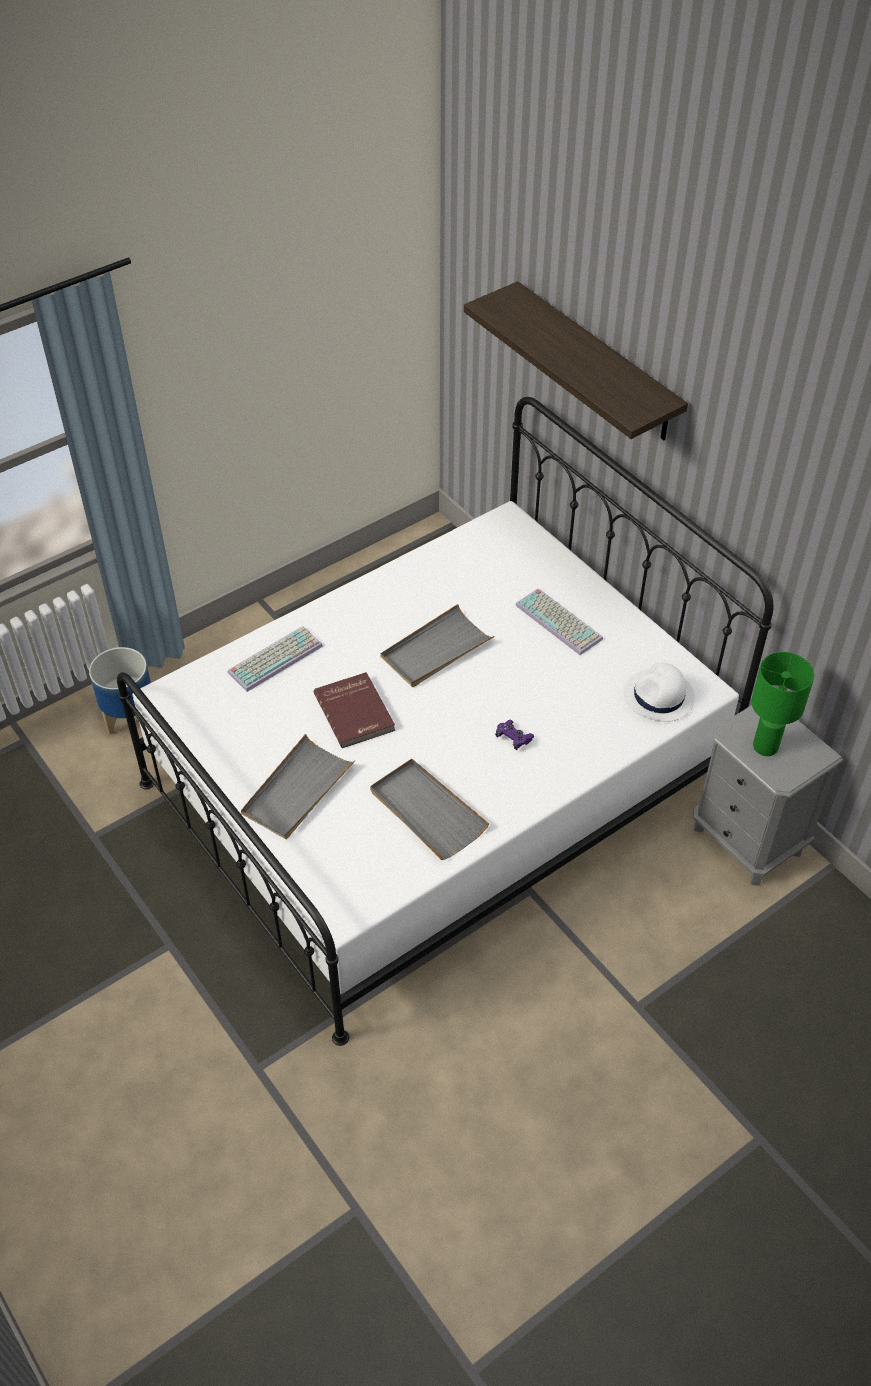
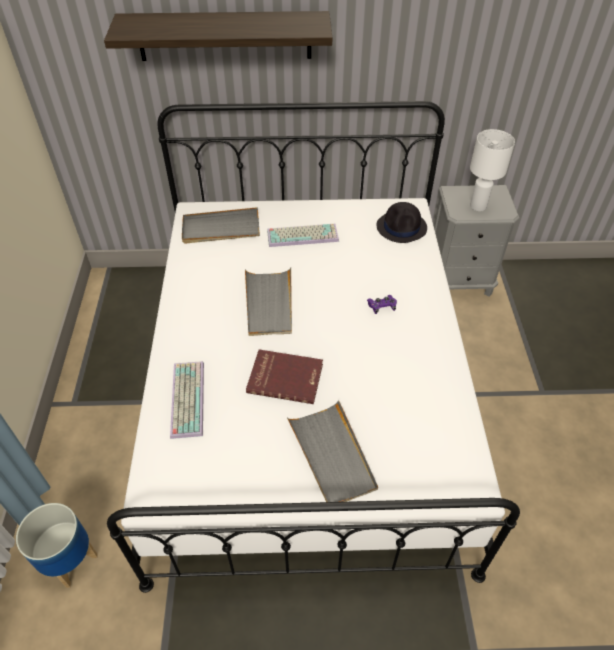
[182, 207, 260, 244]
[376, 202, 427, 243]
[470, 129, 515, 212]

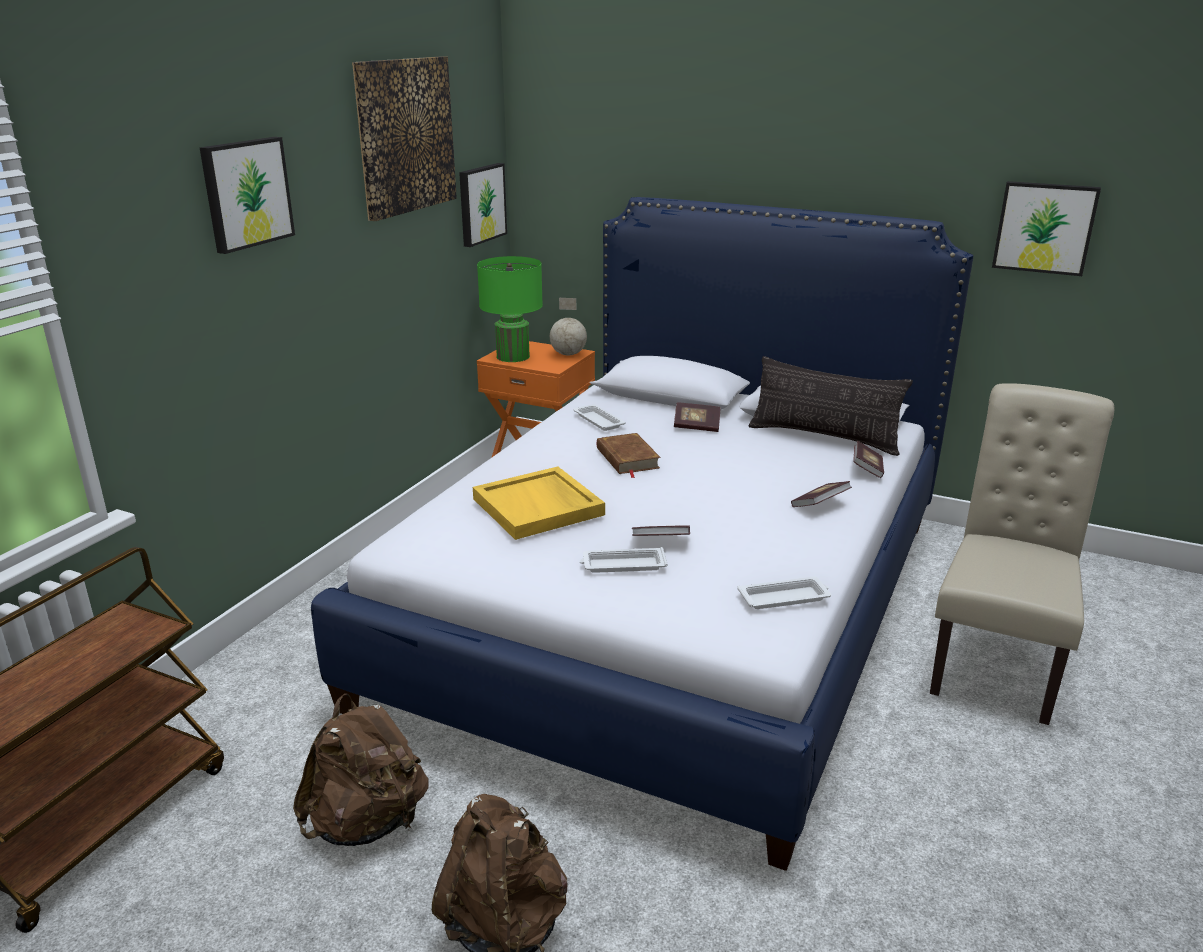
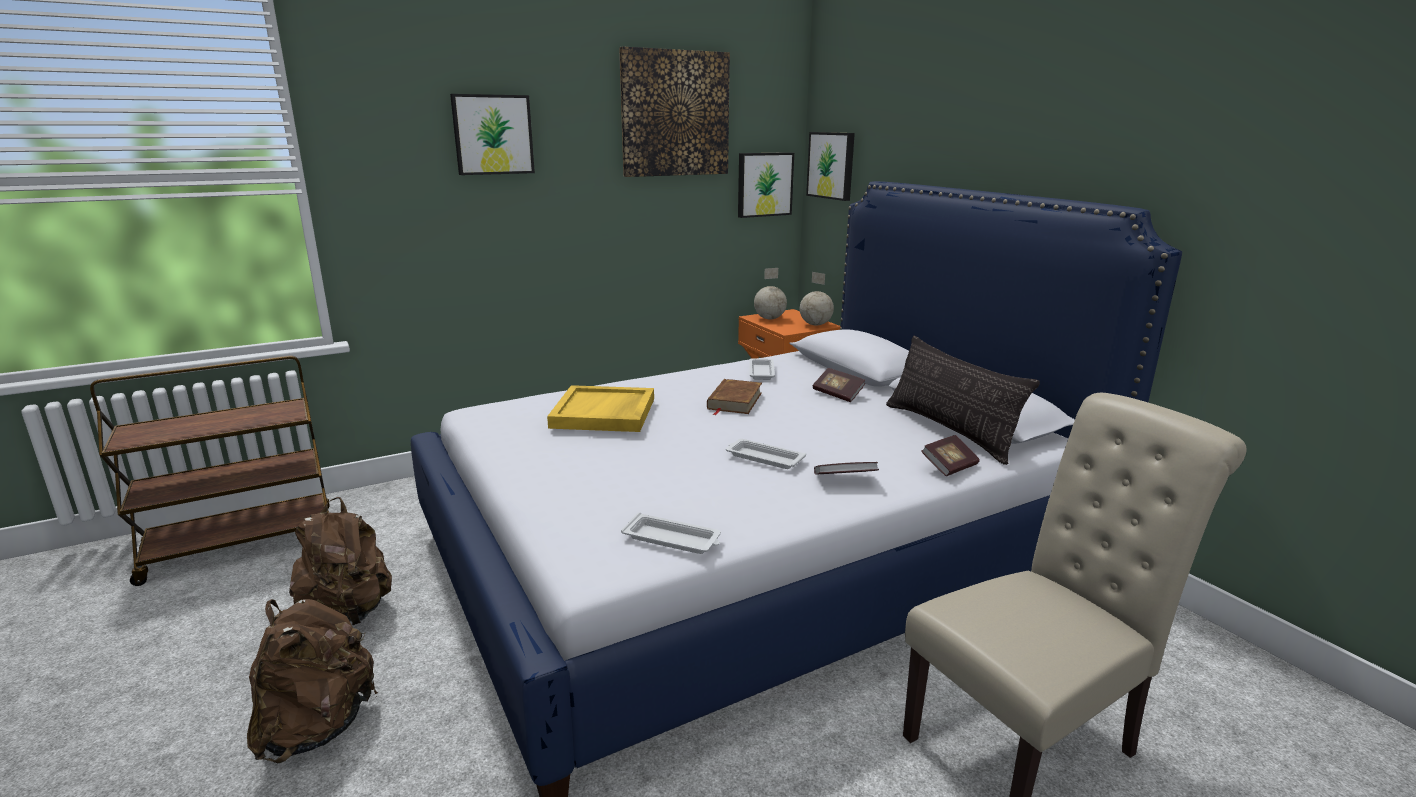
[754, 268, 787, 319]
[726, 439, 806, 469]
[632, 525, 690, 536] (first image)
[806, 132, 855, 201]

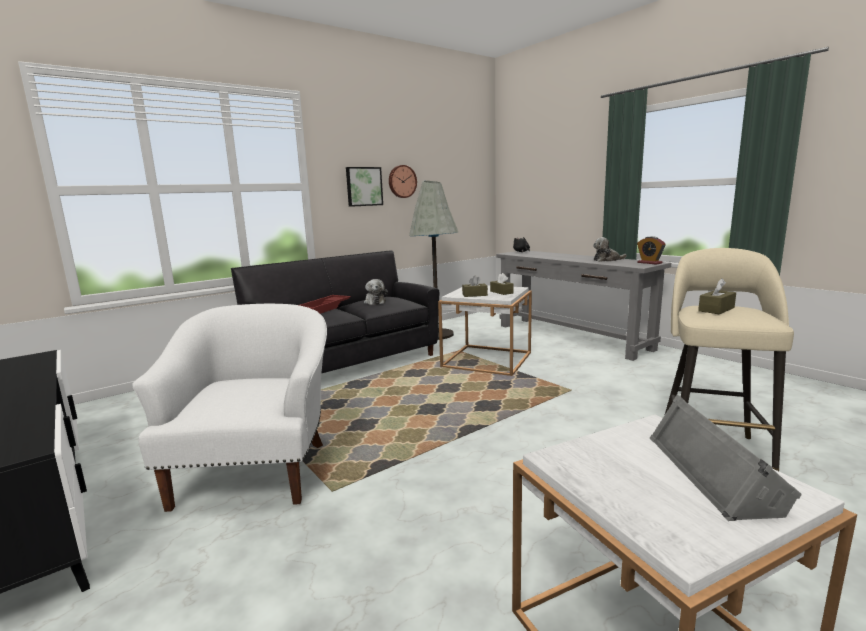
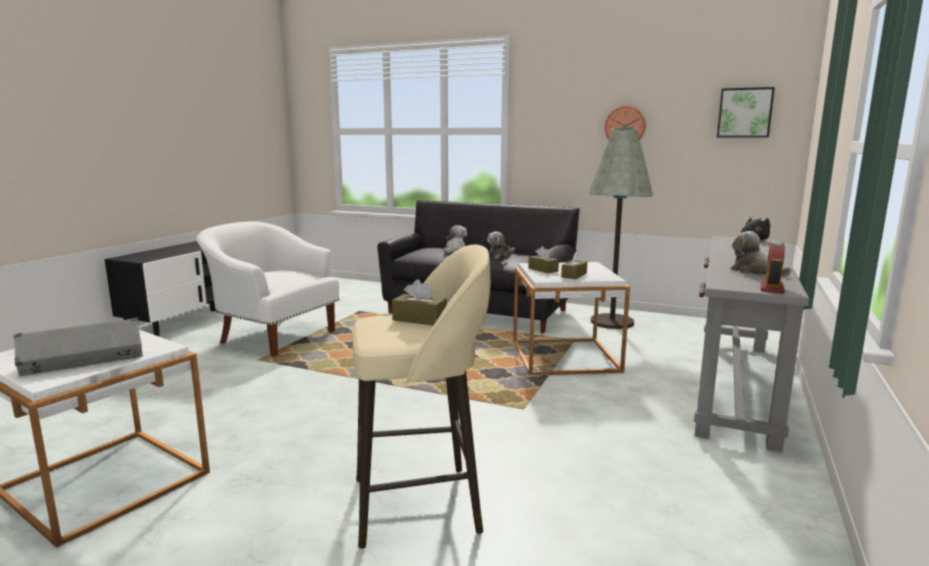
[197, 222, 339, 356]
[444, 225, 467, 253]
[717, 87, 775, 137]

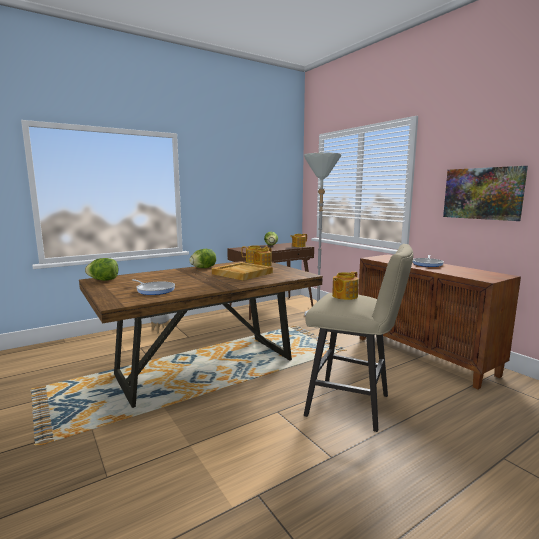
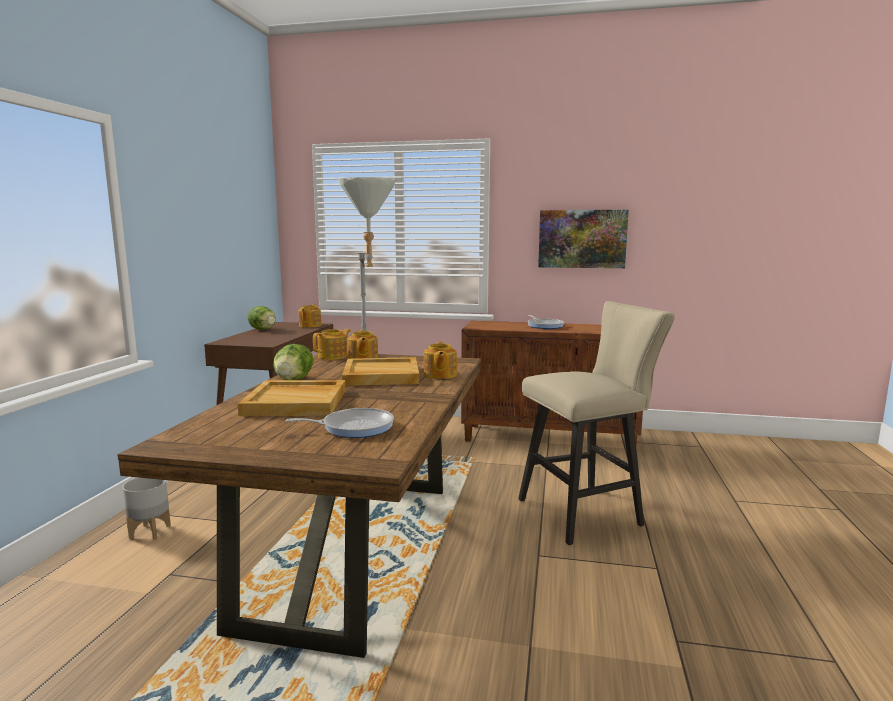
[85, 258, 118, 281] (first image)
[424, 341, 457, 379]
[238, 380, 346, 416]

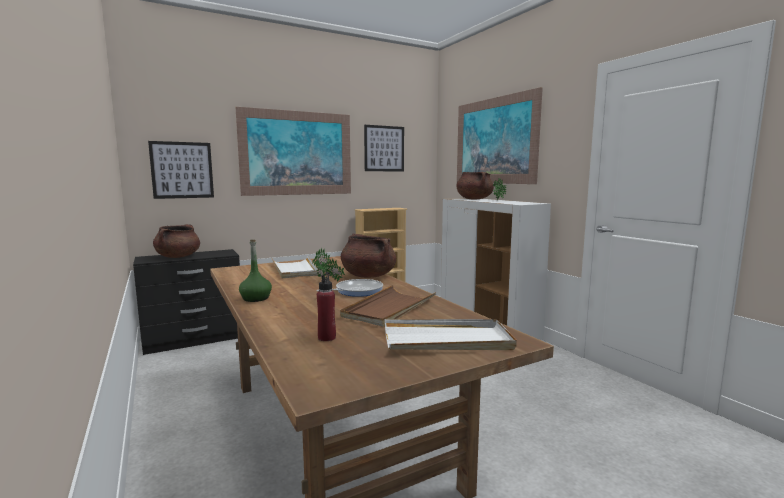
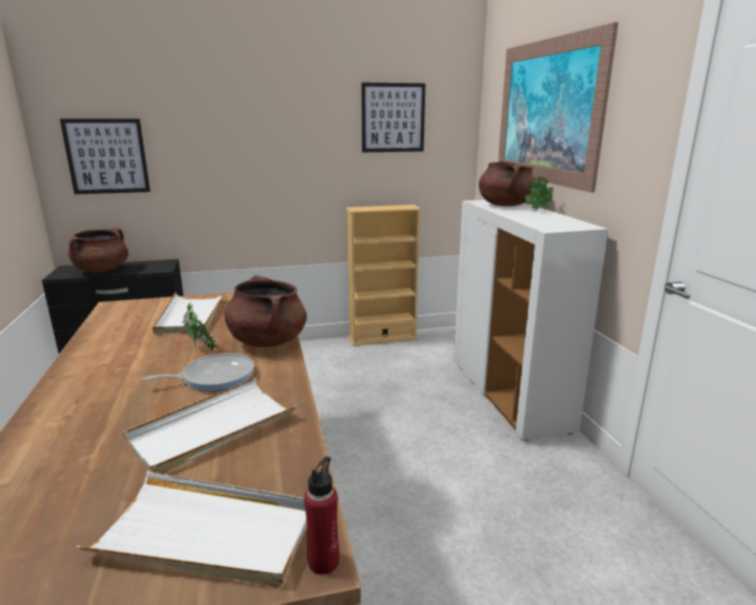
[235, 107, 351, 196] (first image)
[239, 240, 272, 302] (first image)
[304, 457, 339, 575]
[122, 378, 297, 474]

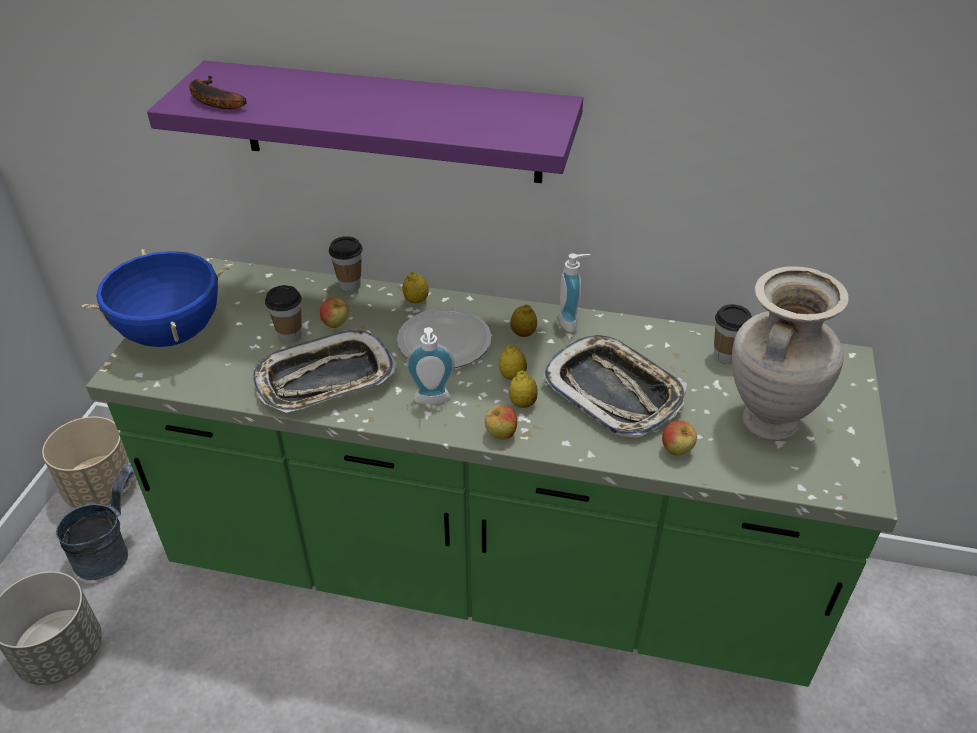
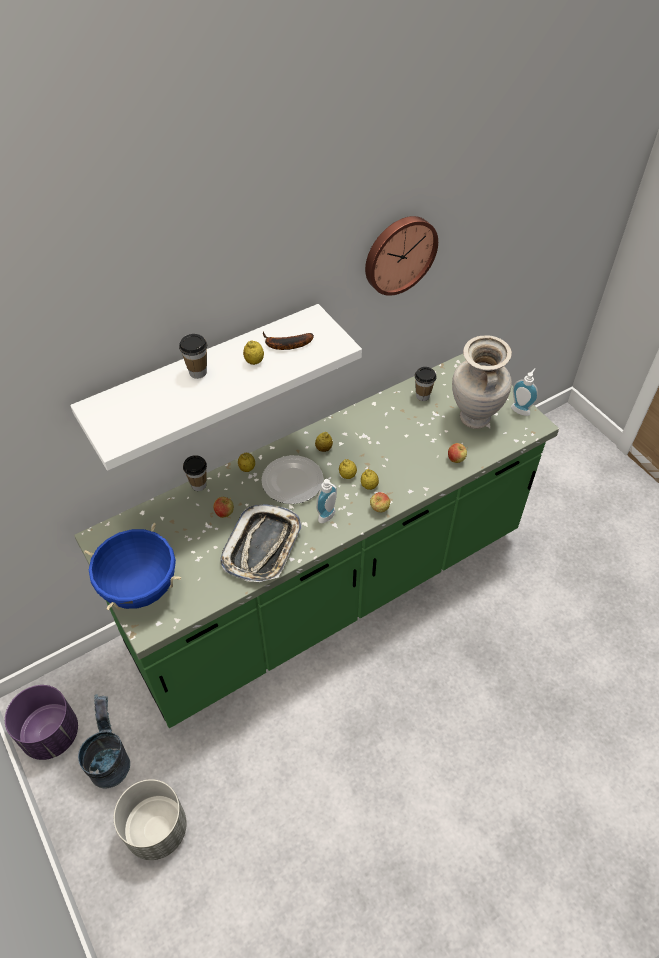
[5, 685, 78, 760]
[70, 304, 362, 471]
[263, 332, 314, 350]
[179, 334, 207, 379]
[542, 335, 687, 438] (first image)
[511, 368, 538, 416]
[243, 341, 264, 365]
[365, 216, 438, 296]

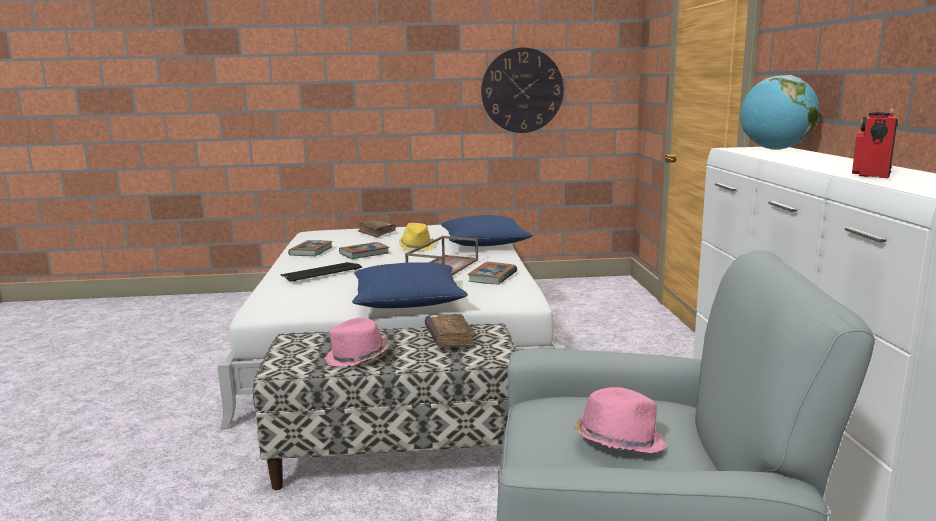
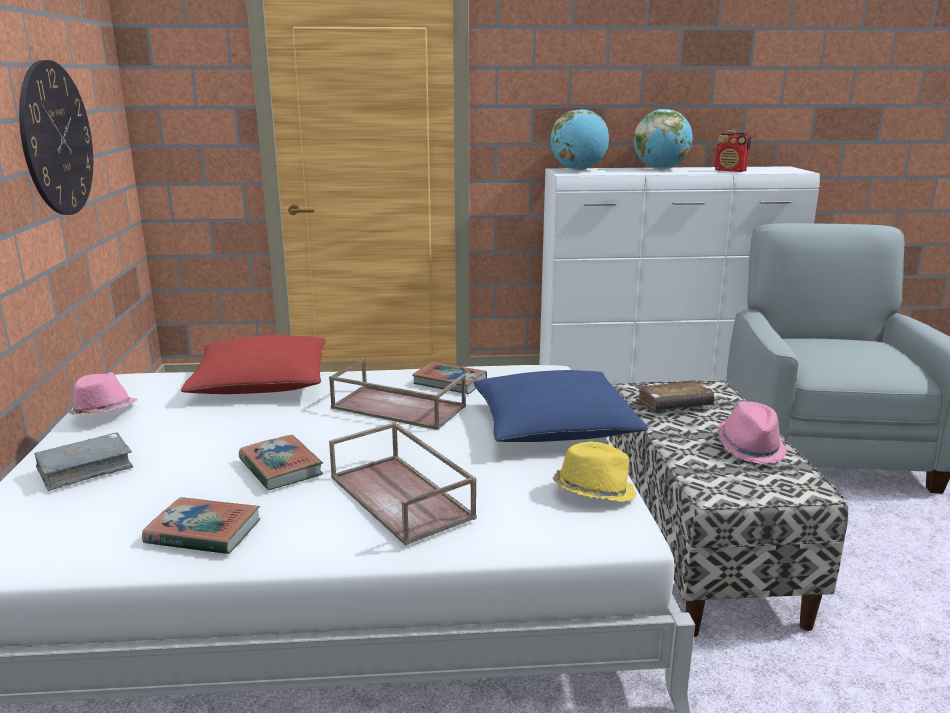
[329, 422, 477, 546]
[34, 433, 133, 491]
[553, 442, 636, 502]
[181, 335, 326, 394]
[66, 372, 137, 416]
[634, 109, 693, 169]

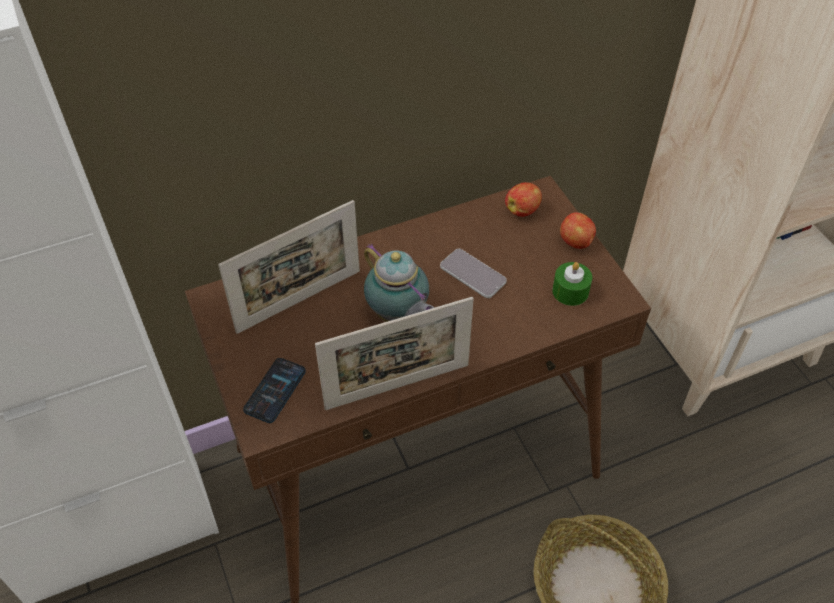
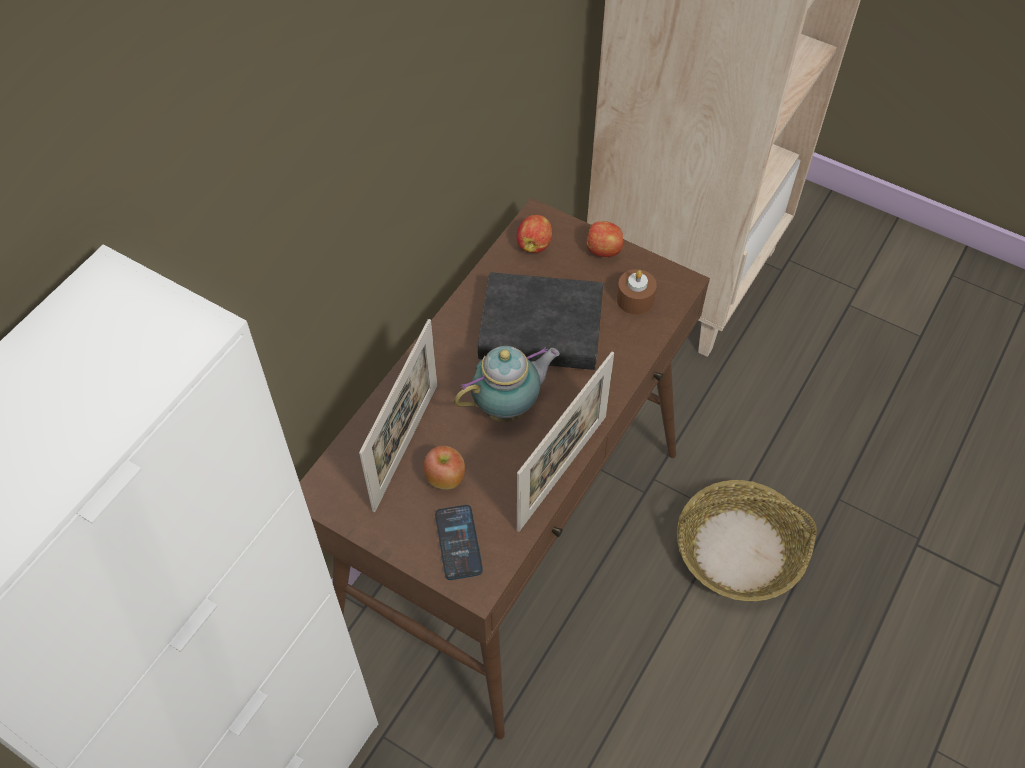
[454, 346, 560, 422]
[478, 272, 603, 370]
[617, 269, 657, 315]
[424, 446, 465, 489]

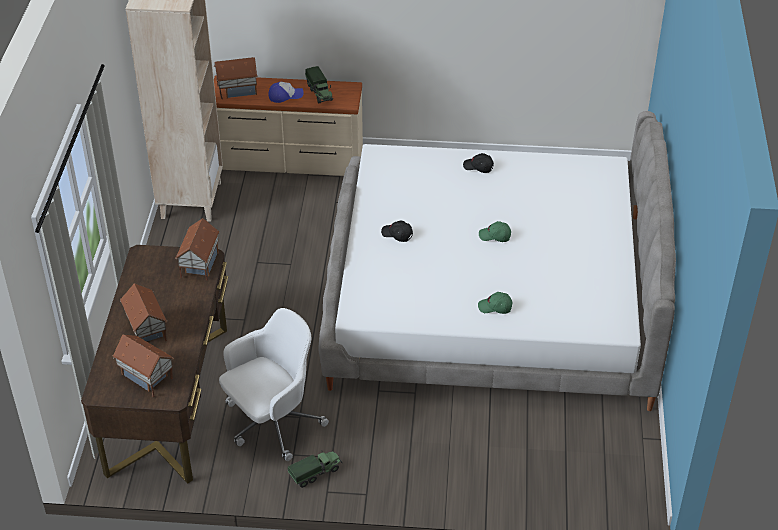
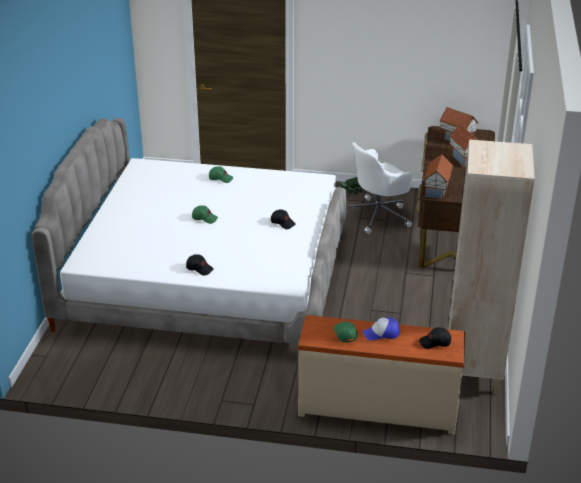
[419, 327, 451, 349]
[334, 321, 357, 343]

